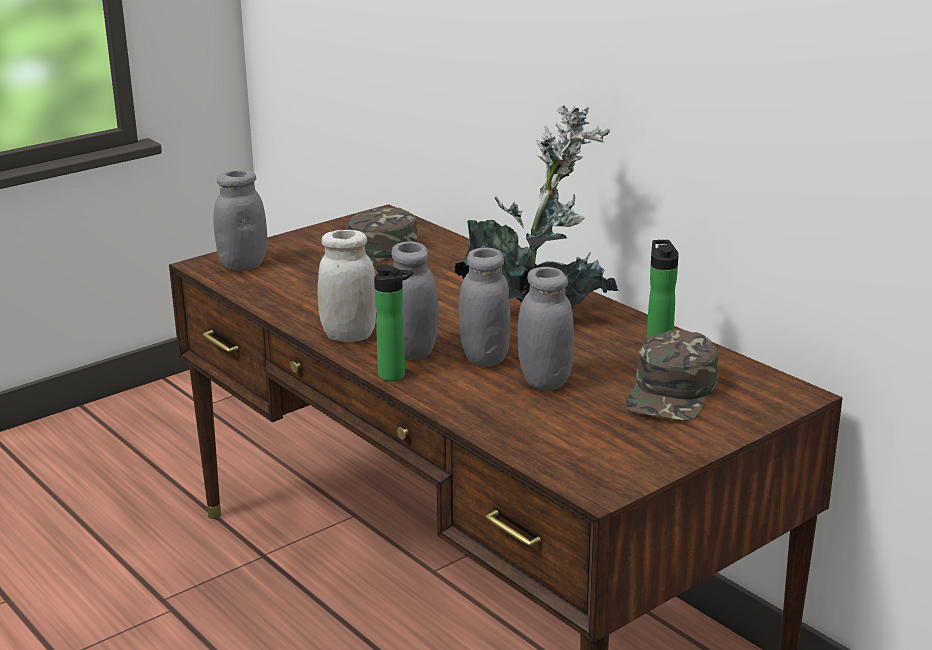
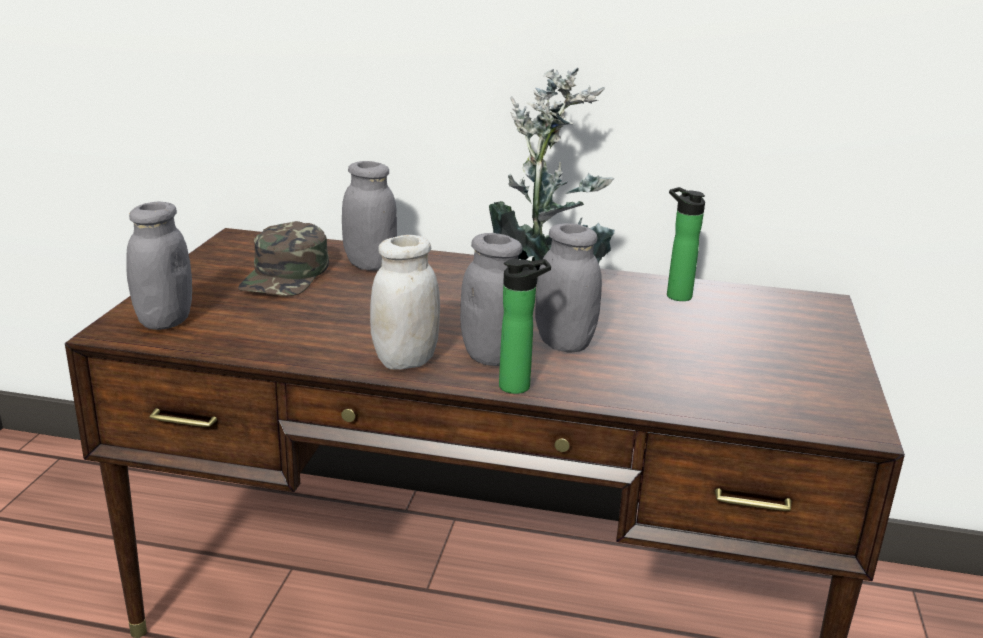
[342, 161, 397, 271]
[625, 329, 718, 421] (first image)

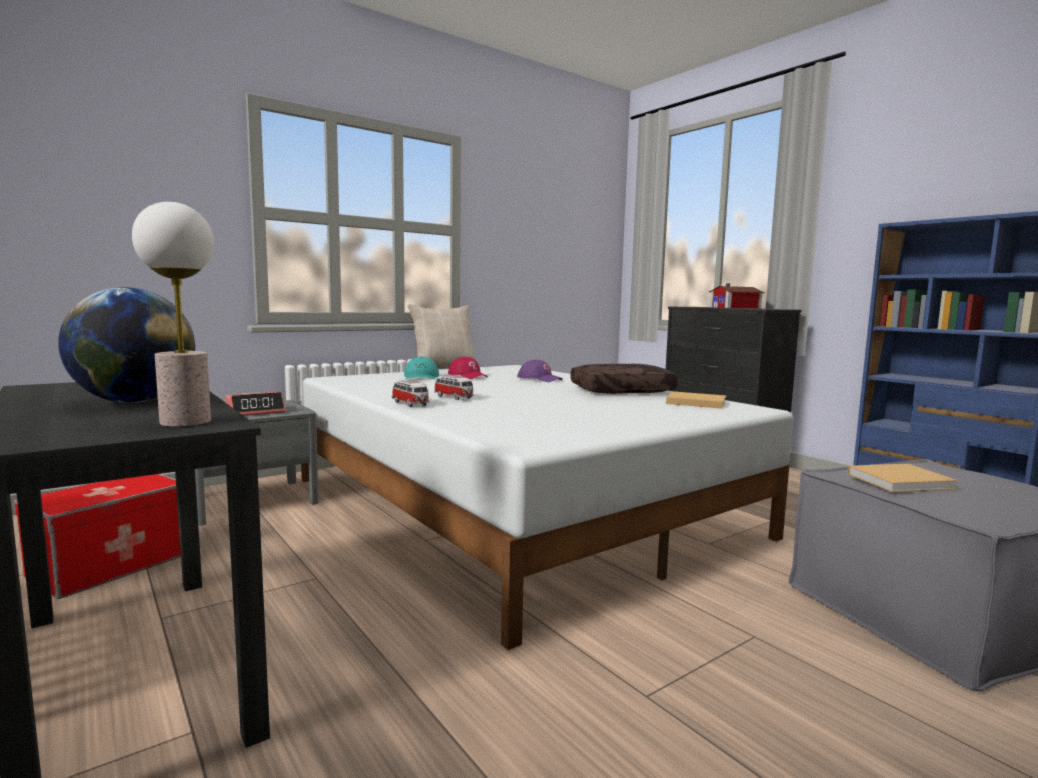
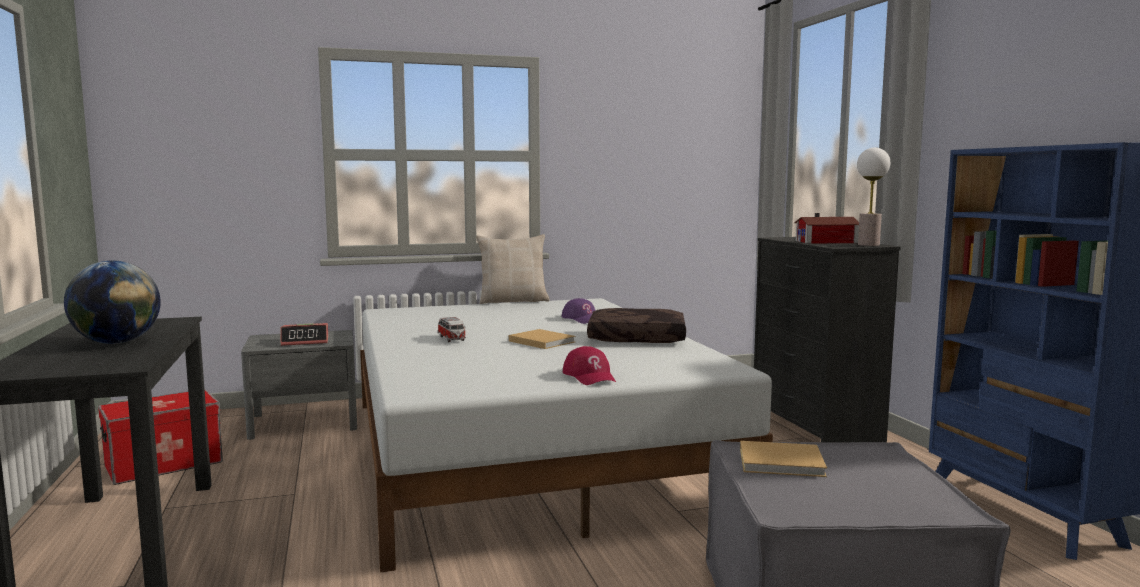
[857, 147, 890, 246]
[392, 380, 429, 407] (first image)
[404, 357, 439, 379] (first image)
[563, 346, 616, 385]
[509, 329, 575, 349]

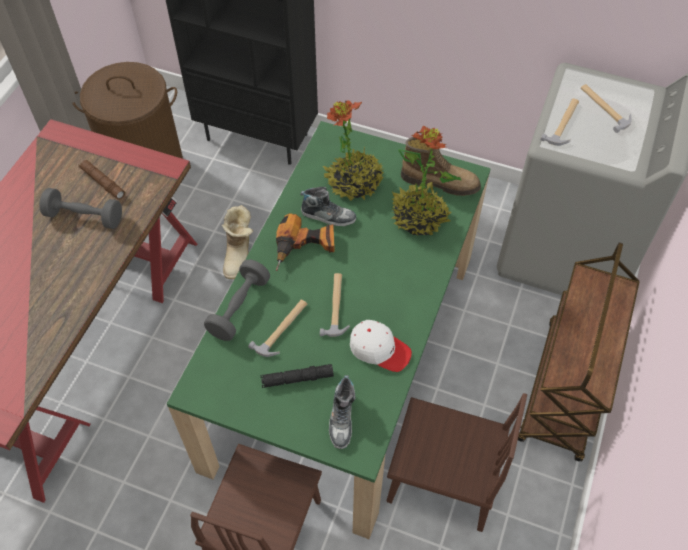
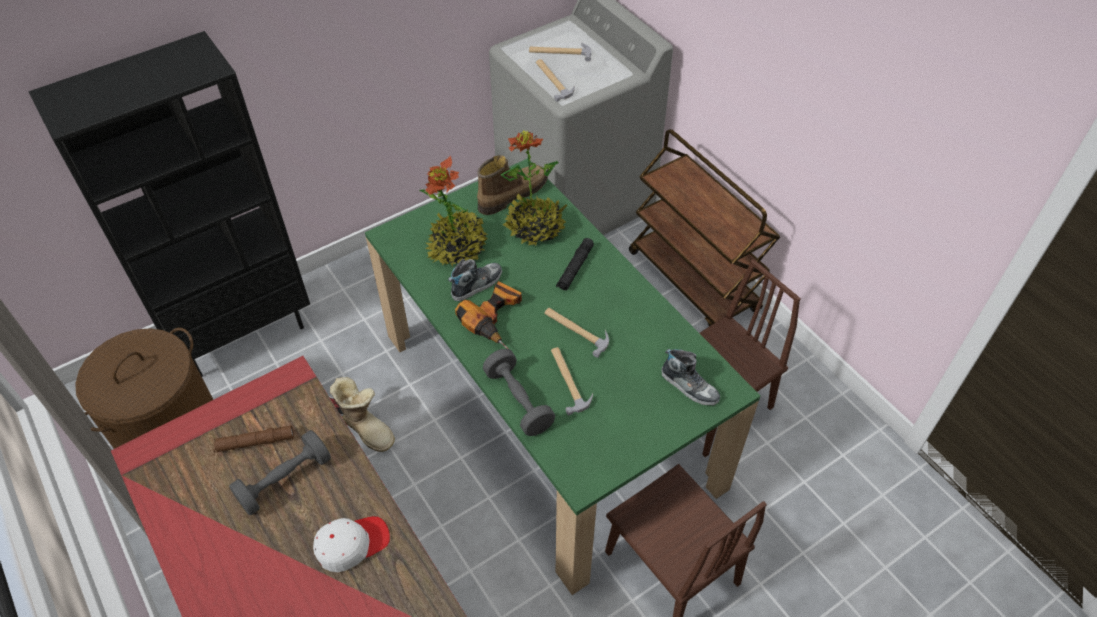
[556, 238, 594, 291]
[313, 516, 390, 572]

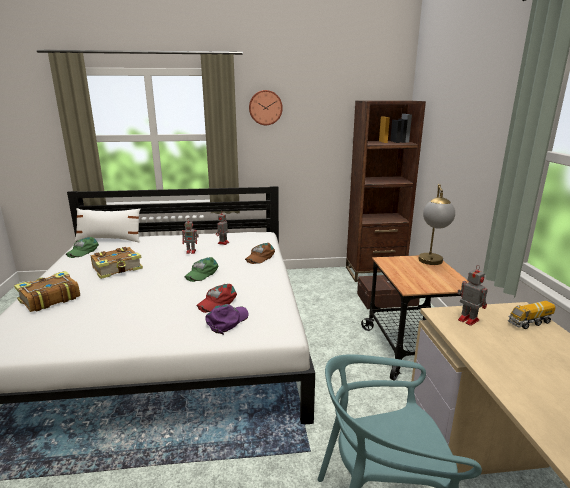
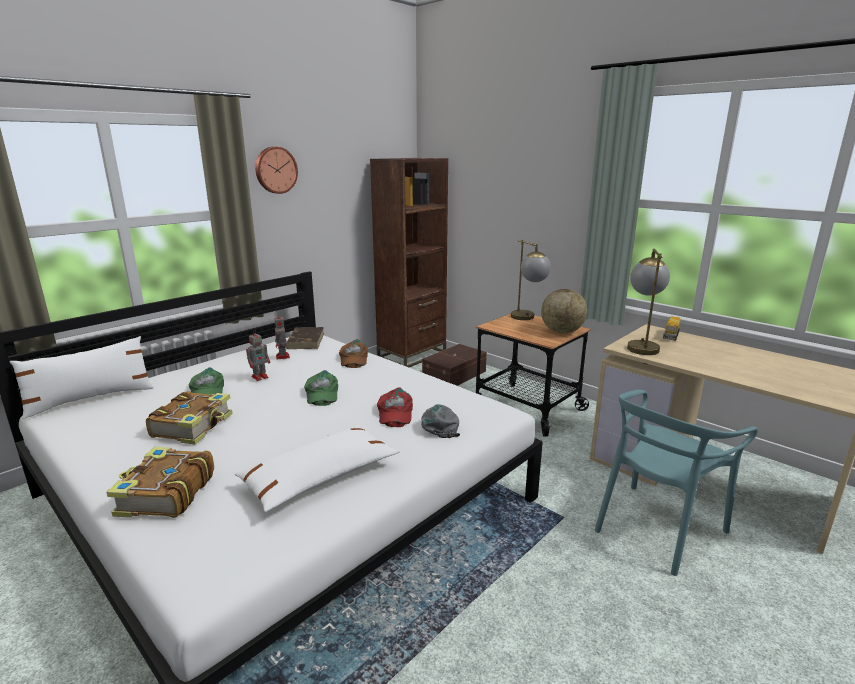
[189, 367, 224, 395]
[421, 404, 460, 438]
[627, 249, 670, 355]
[235, 425, 400, 512]
[285, 327, 324, 349]
[541, 289, 587, 334]

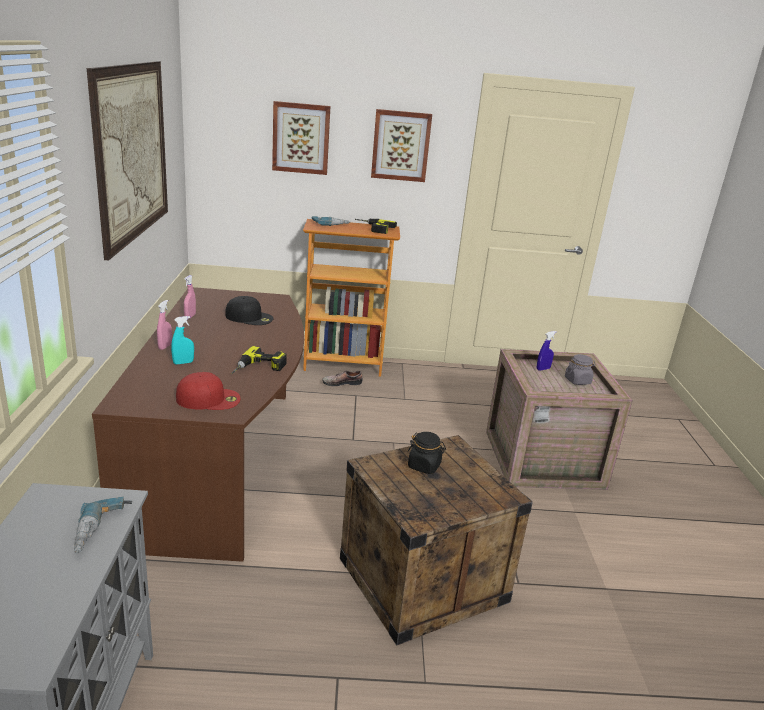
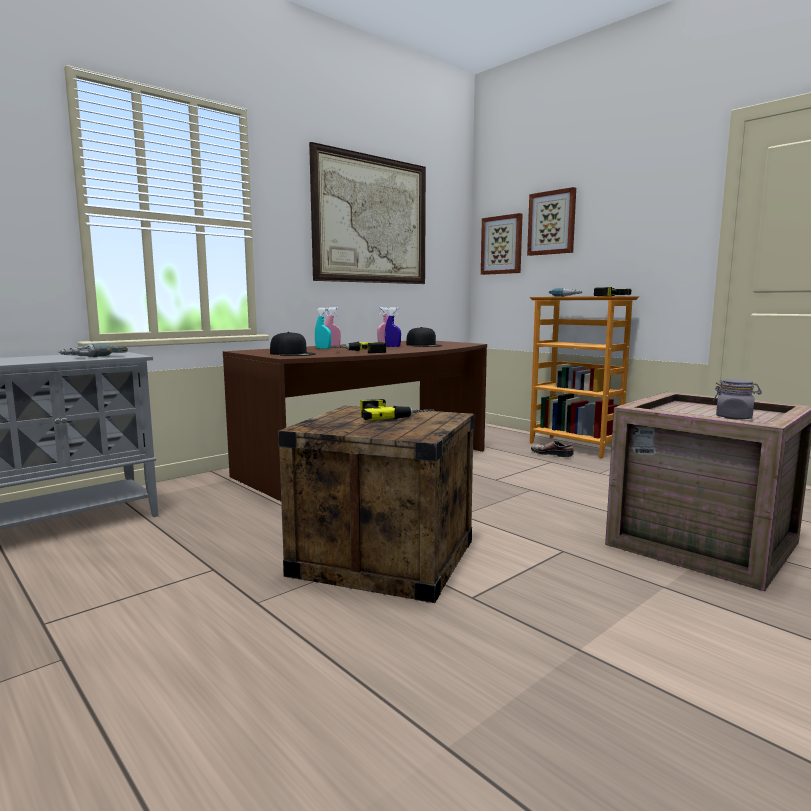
[270, 332, 316, 356]
[481, 213, 523, 275]
[360, 399, 434, 420]
[385, 307, 401, 347]

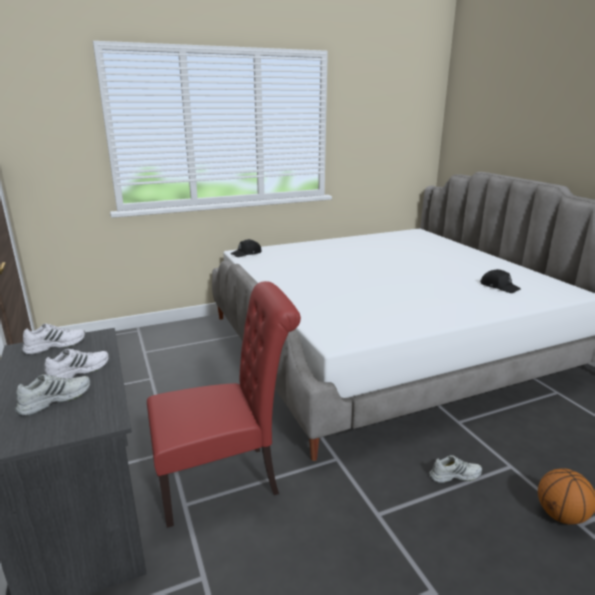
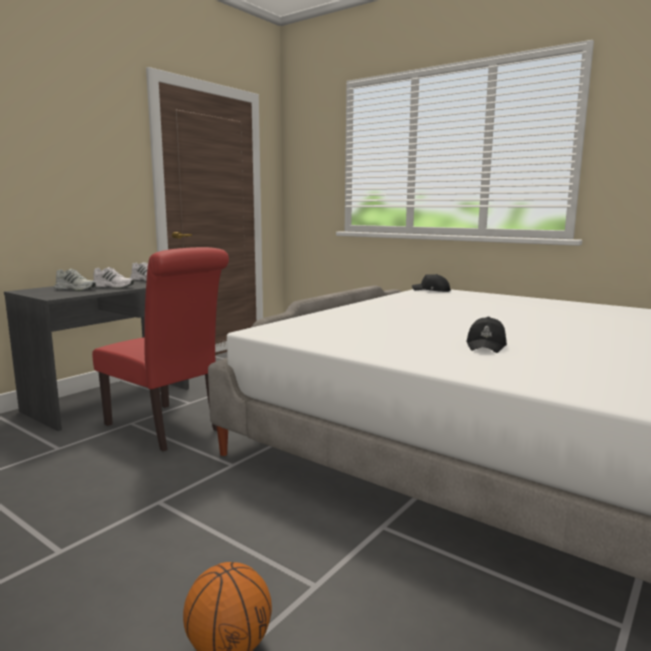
[429, 455, 482, 483] (first image)
[466, 317, 507, 353]

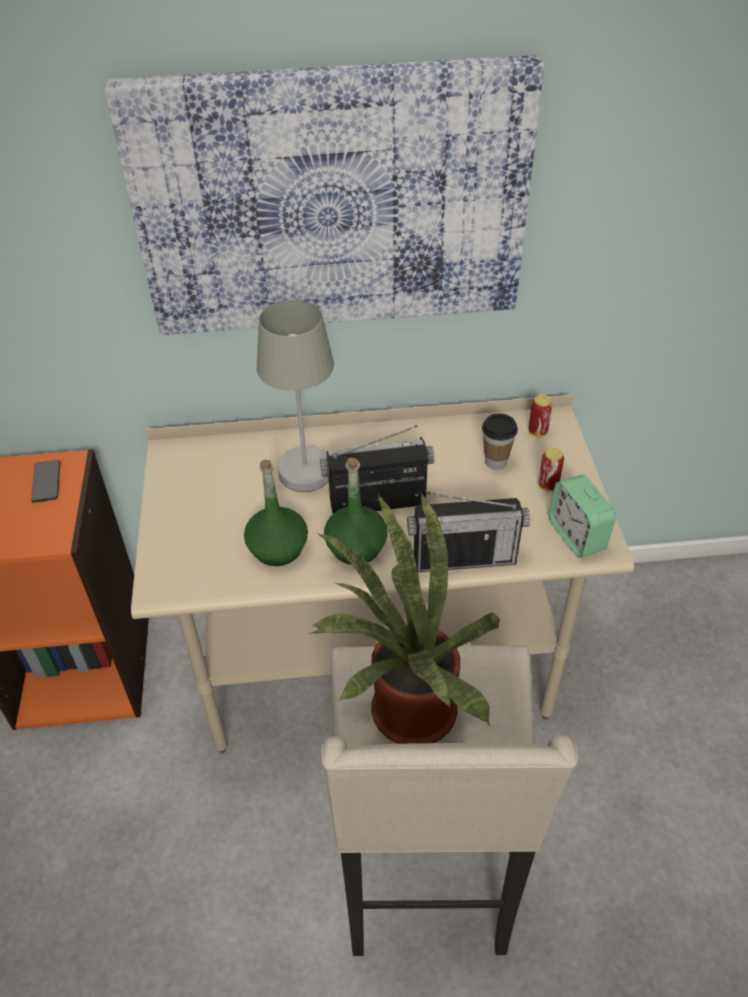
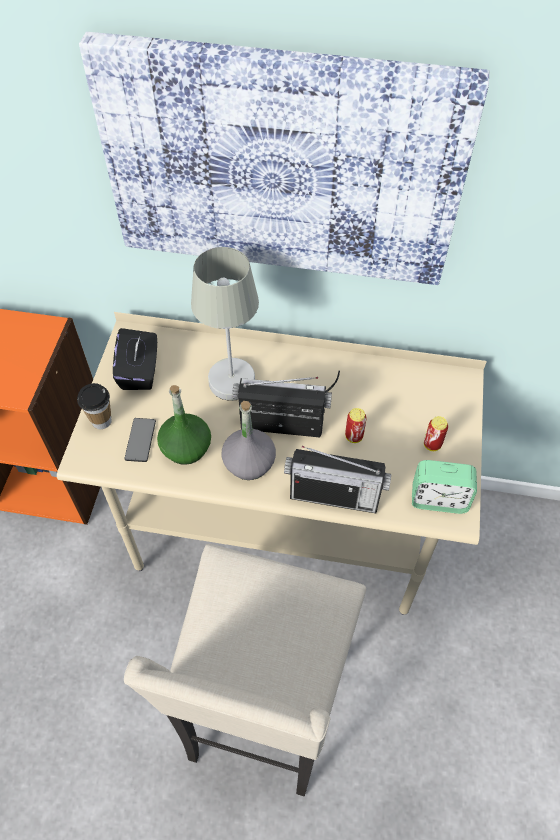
[124, 418, 156, 462]
[311, 491, 500, 744] (first image)
[222, 401, 276, 480]
[77, 383, 112, 429]
[345, 408, 367, 443]
[412, 460, 477, 514]
[113, 328, 157, 390]

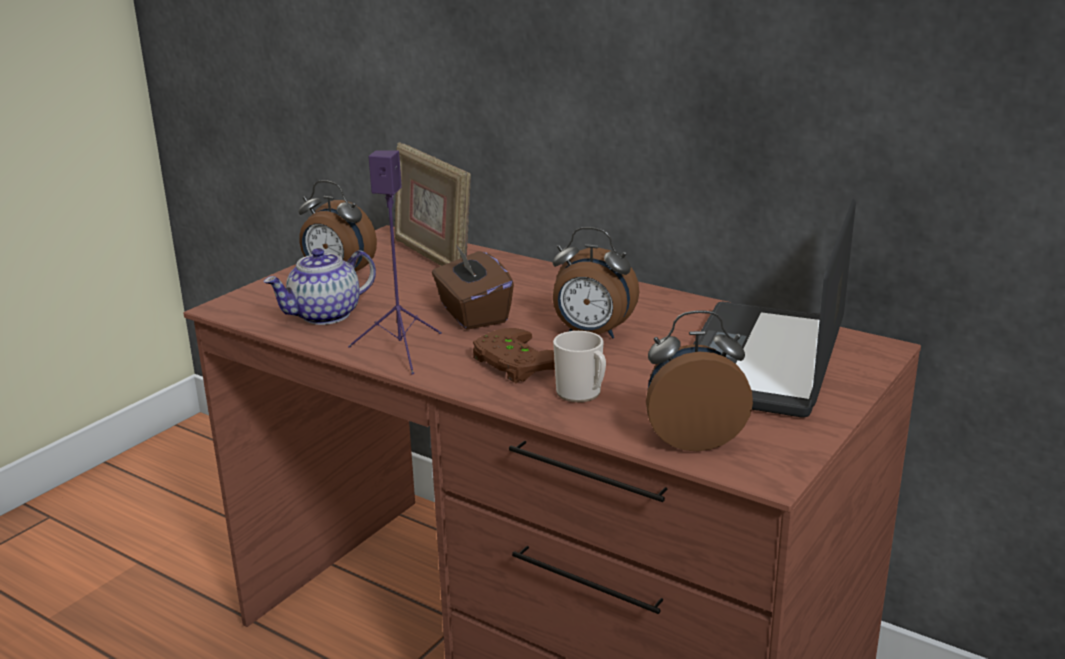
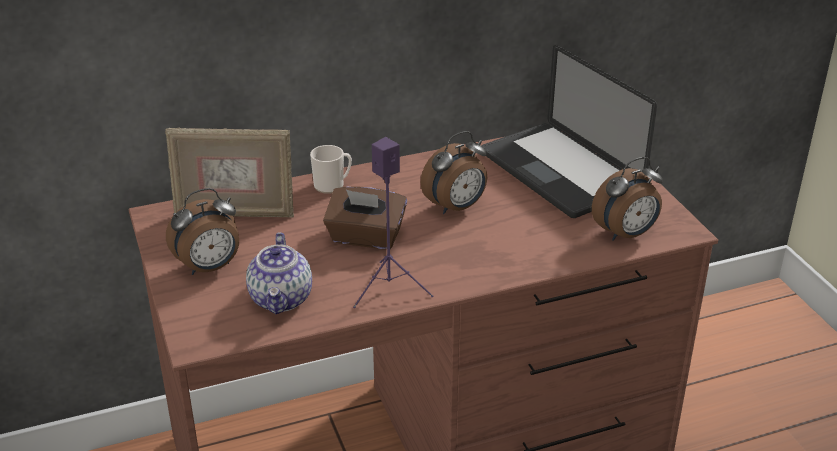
[473, 328, 555, 383] (first image)
[310, 145, 352, 194]
[592, 157, 663, 241]

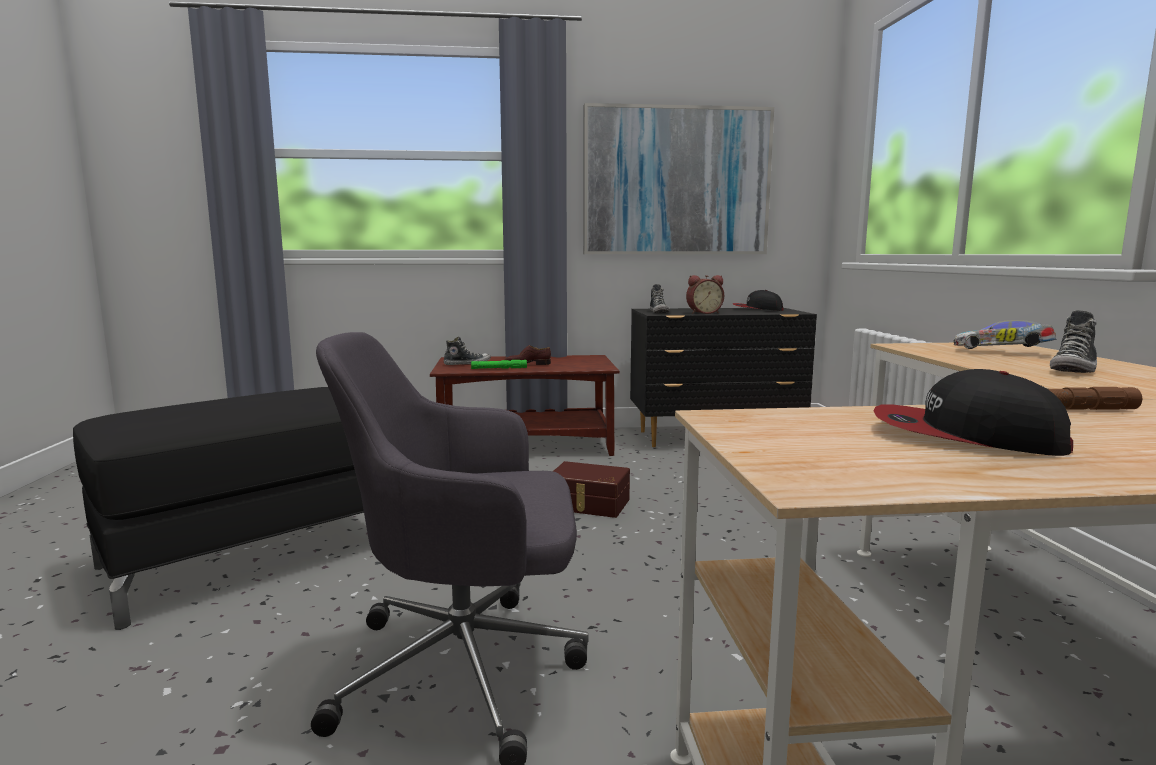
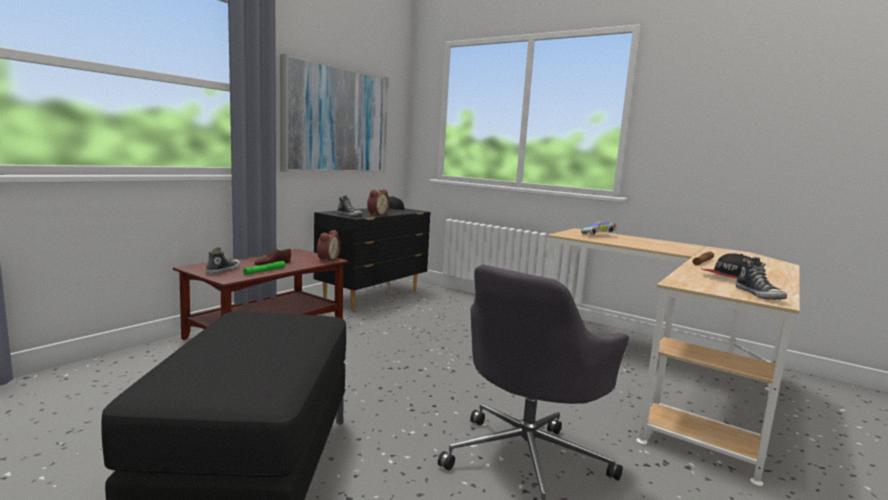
[553, 461, 630, 518] (first image)
[736, 257, 787, 300]
[317, 230, 341, 262]

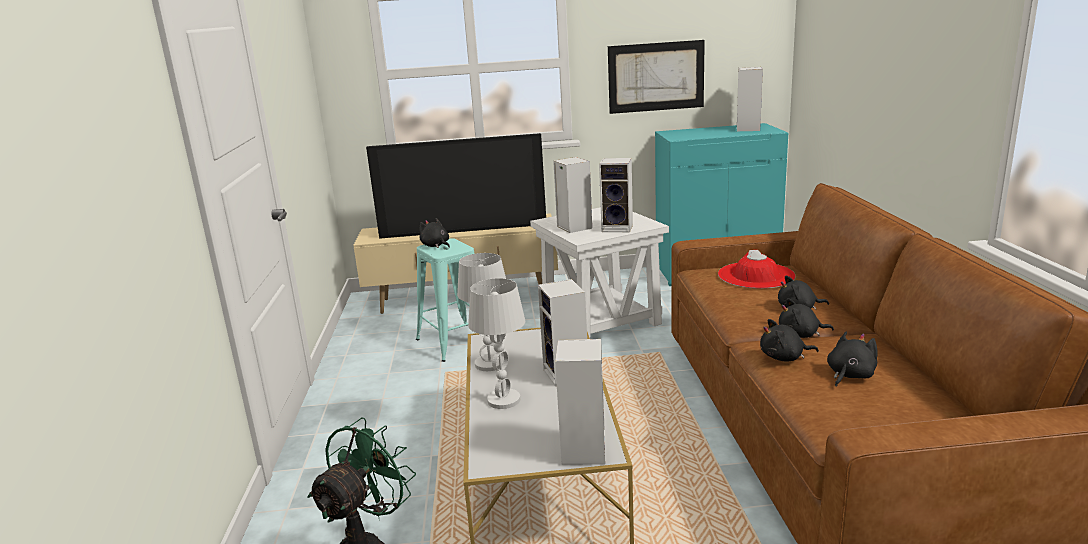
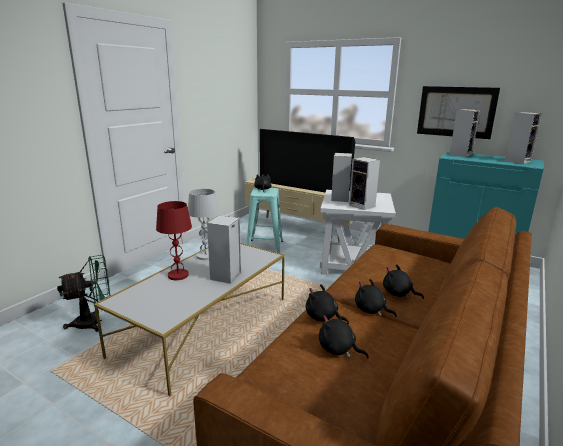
[156, 201, 192, 280]
[450, 109, 480, 157]
[718, 250, 796, 289] (first image)
[319, 311, 369, 359]

